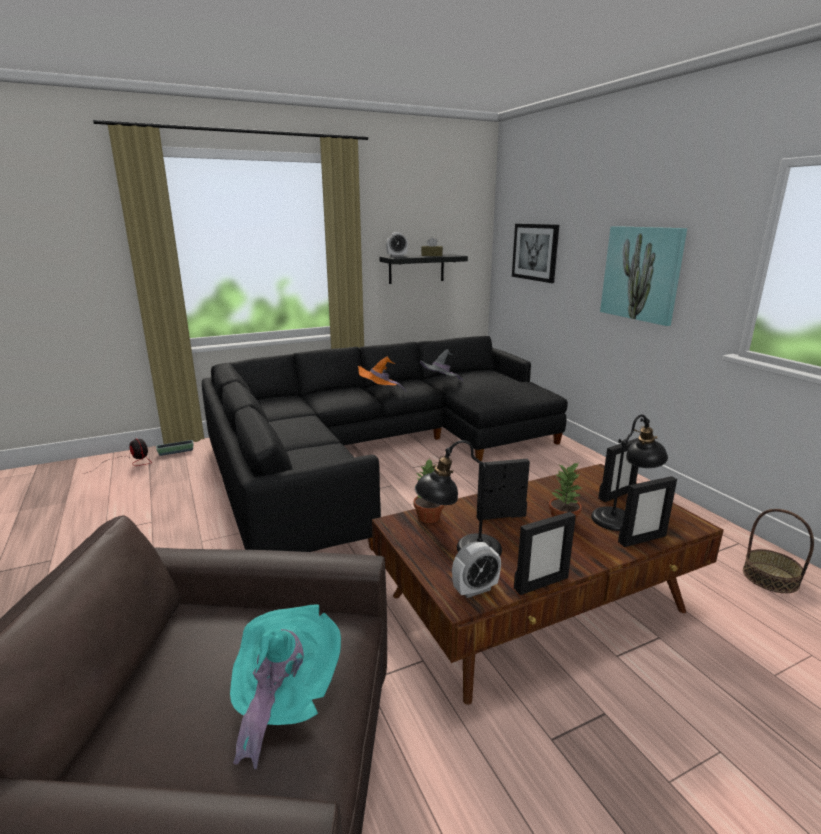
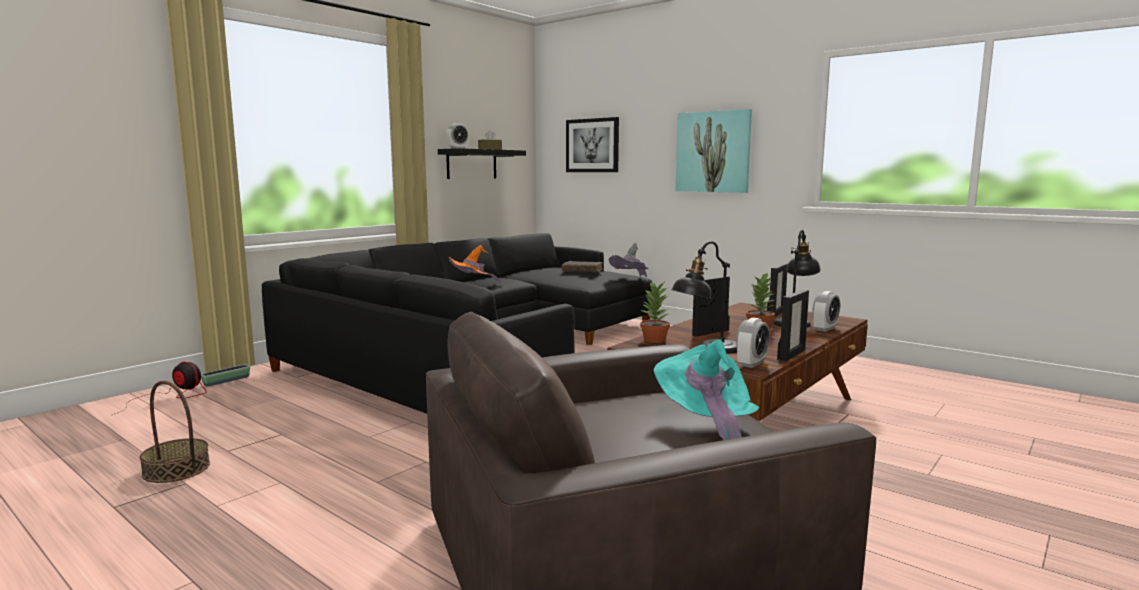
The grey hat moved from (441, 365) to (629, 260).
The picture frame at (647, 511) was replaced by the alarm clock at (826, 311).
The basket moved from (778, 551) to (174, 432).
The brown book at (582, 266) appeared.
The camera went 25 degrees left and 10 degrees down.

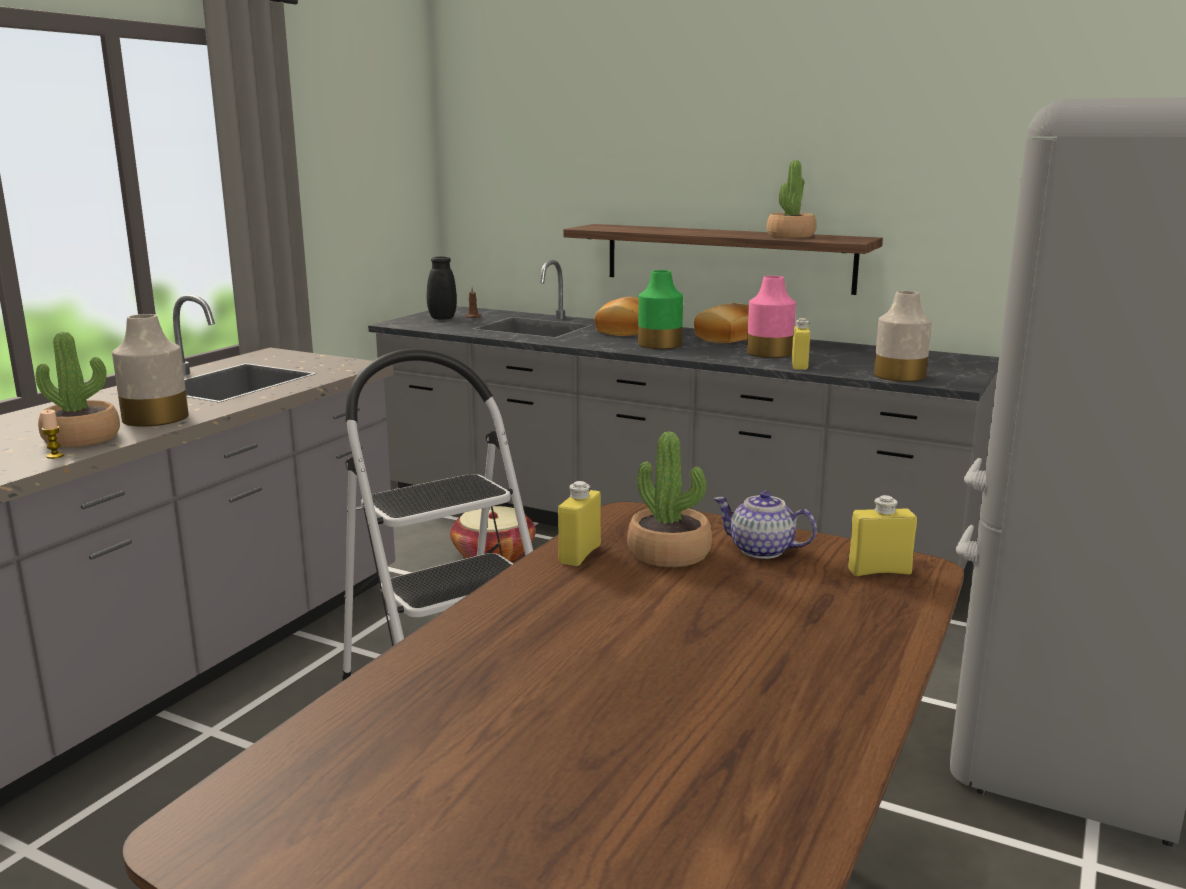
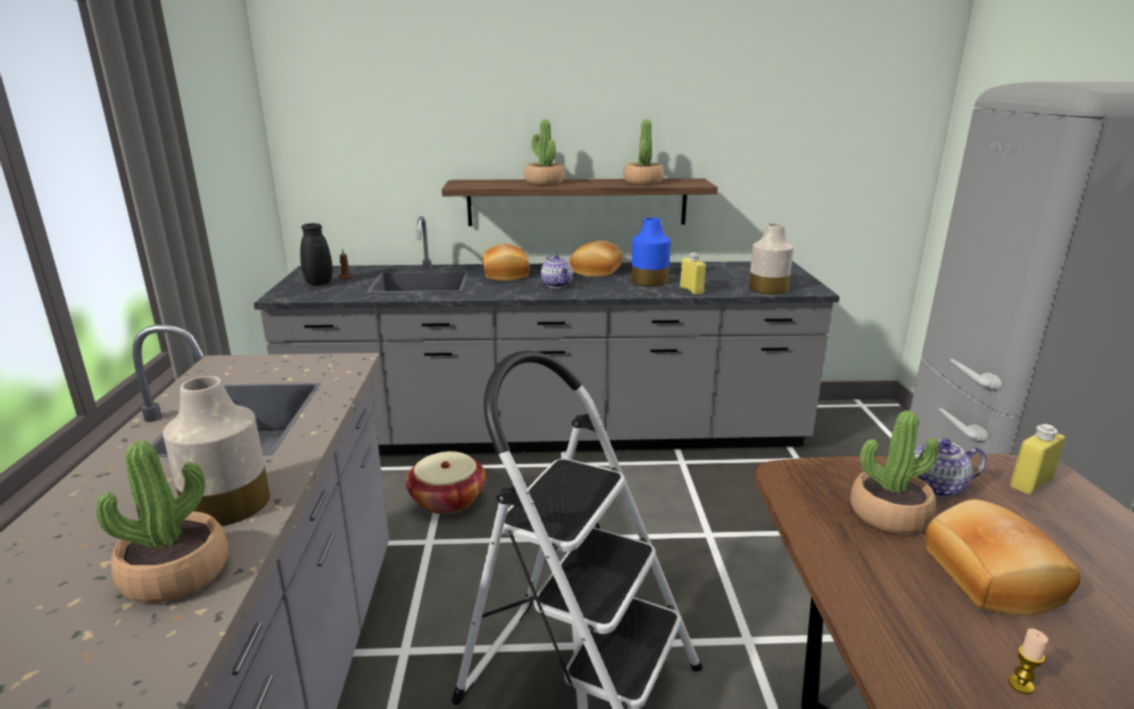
The candle moved from (52, 434) to (1028, 661).
The yellow bottle at (579, 523) disappeared.
The green vase at (660, 309) was replaced by the teapot at (557, 271).
The pink vase at (771, 317) became the blue vase at (651, 252).
The potted plant at (544, 152) appeared.
The bread at (1003, 557) appeared.
The camera went 30 degrees left and 5 degrees up.

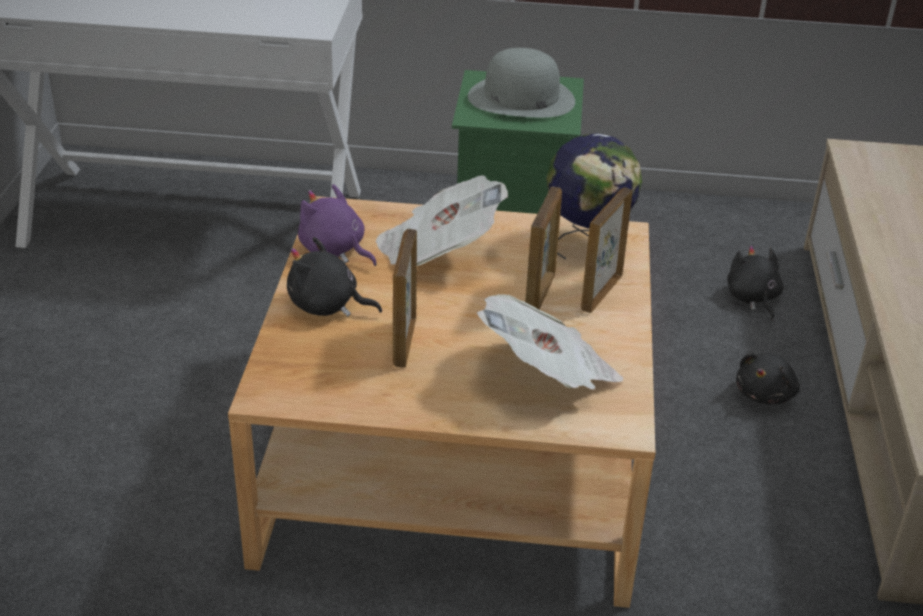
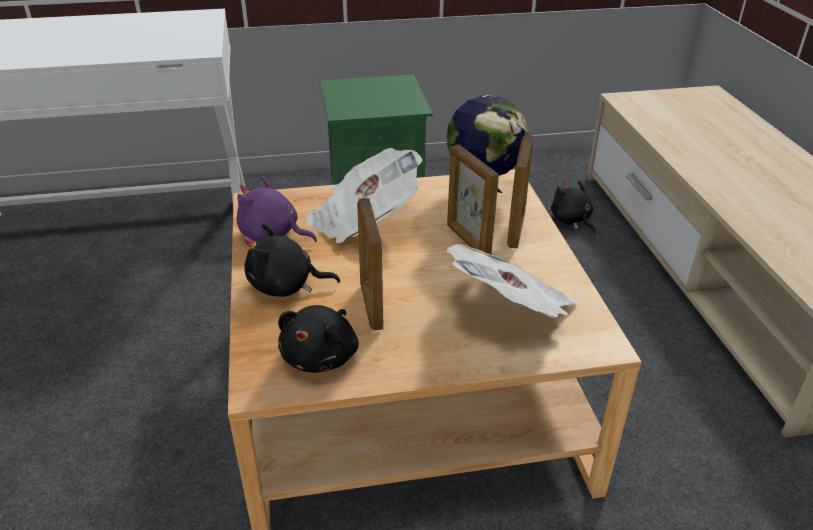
The grey hat at (521, 83) disappeared.
The picture frame at (543, 247) turned 150 degrees clockwise.
The black plush toy moved from (768, 378) to (318, 339).
The camera went 15 degrees left and 0 degrees up.

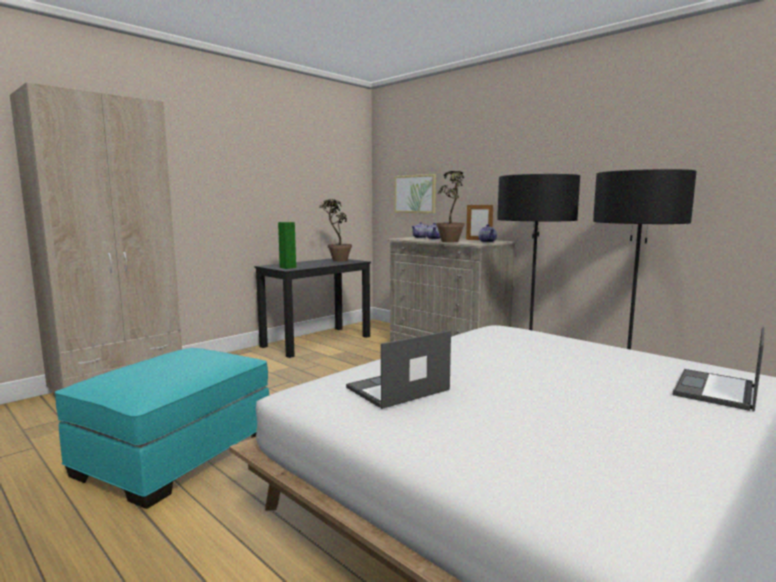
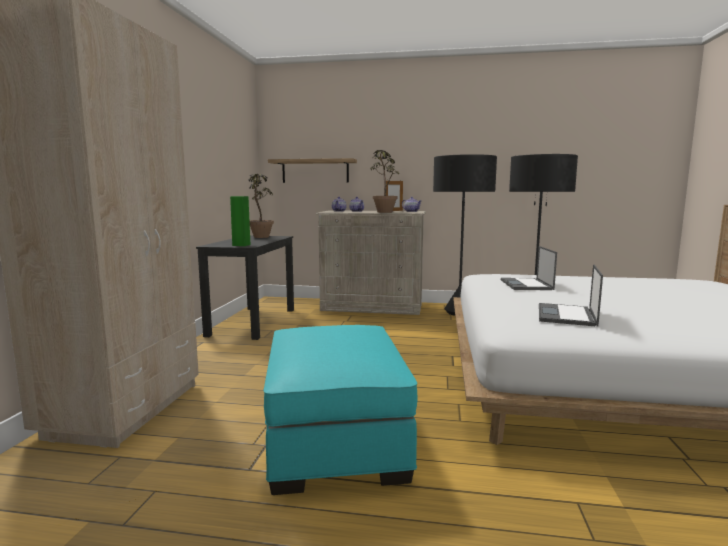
The picture at (415, 193) was replaced by the shelf at (312, 170).
The laptop moved from (718, 369) to (529, 268).
The camera went 35 degrees left and 0 degrees up.

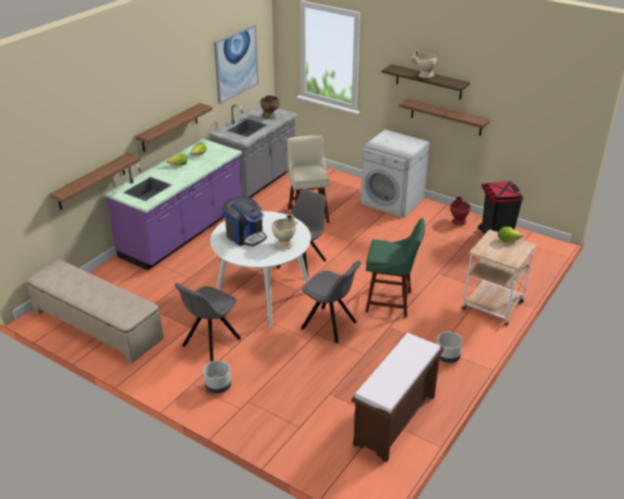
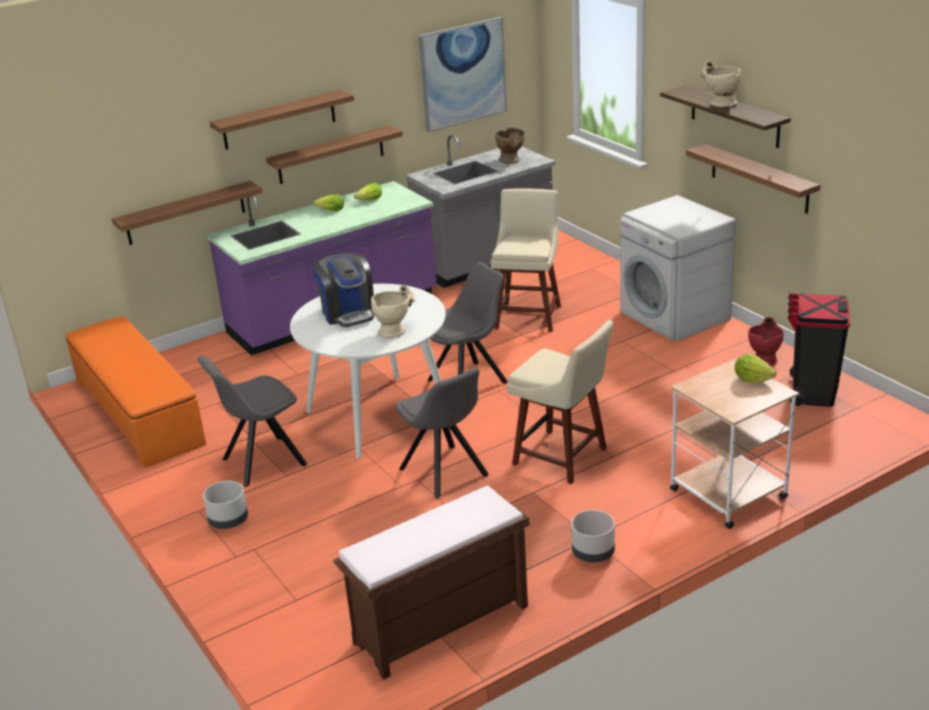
The beige bench at (95, 311) became the orange bench at (136, 392).
The green stool at (395, 268) became the beige stool at (560, 402).
The shelf at (282, 120) appeared.
The camera went 25 degrees right and 5 degrees down.

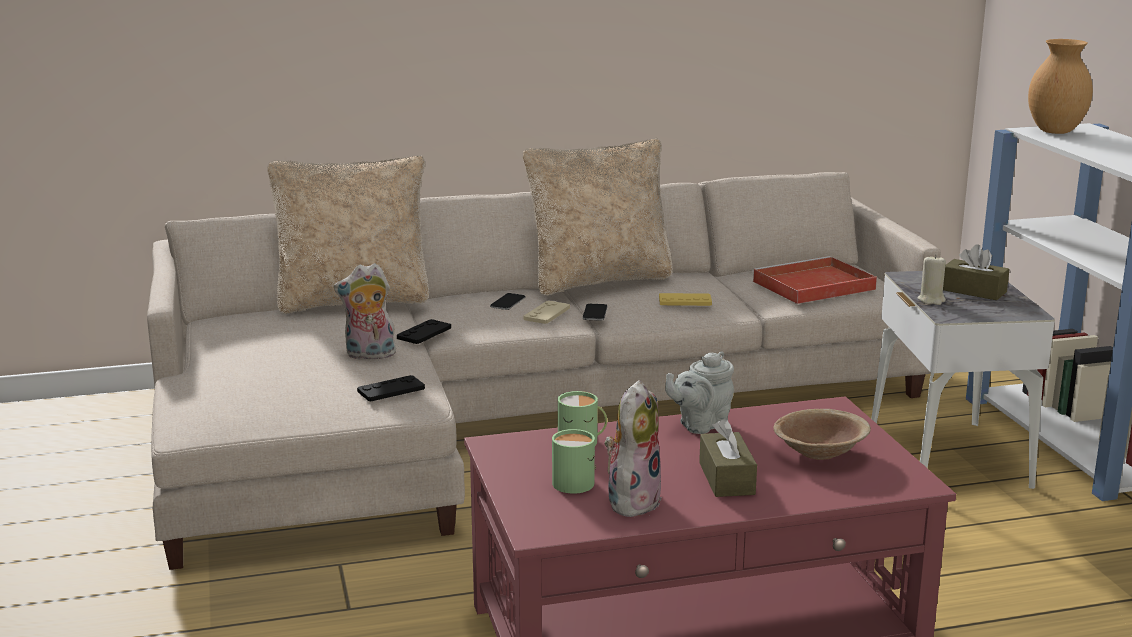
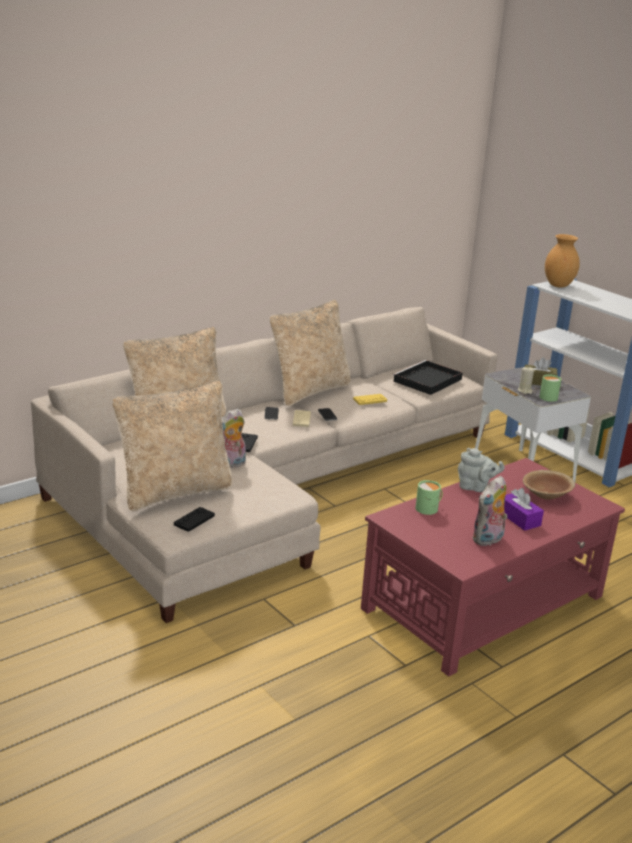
The black game controller moved from (391, 388) to (194, 519).
The green mug moved from (574, 461) to (550, 388).
The plush toy at (633, 448) turned 135 degrees counterclockwise.
The grey teapot at (699, 392) turned 105 degrees counterclockwise.
The brown tissue box at (728, 458) became the purple tissue box at (524, 509).
The red tray at (814, 280) became the black tray at (427, 377).
The beige pillow at (172, 446) appeared.
The camera went 25 degrees left and 5 degrees up.

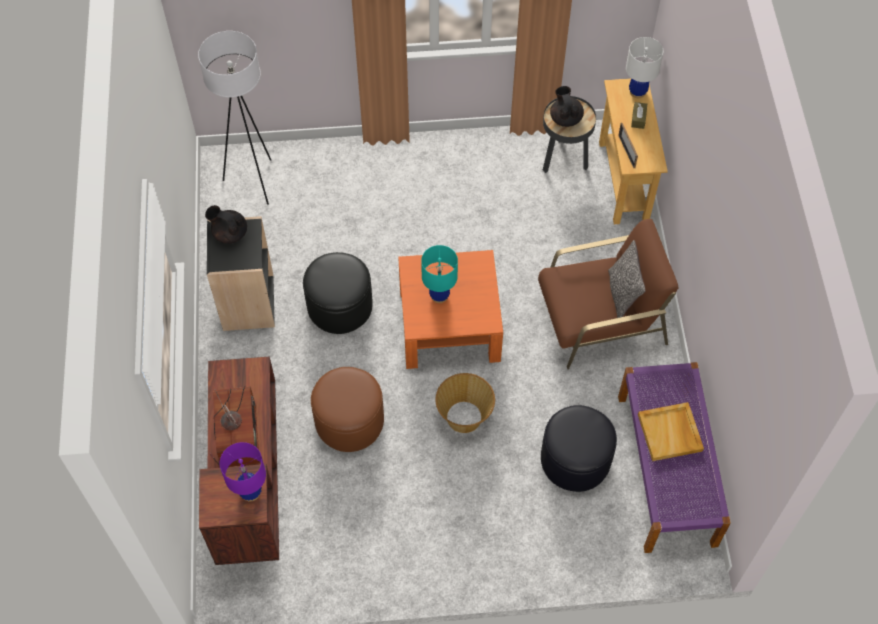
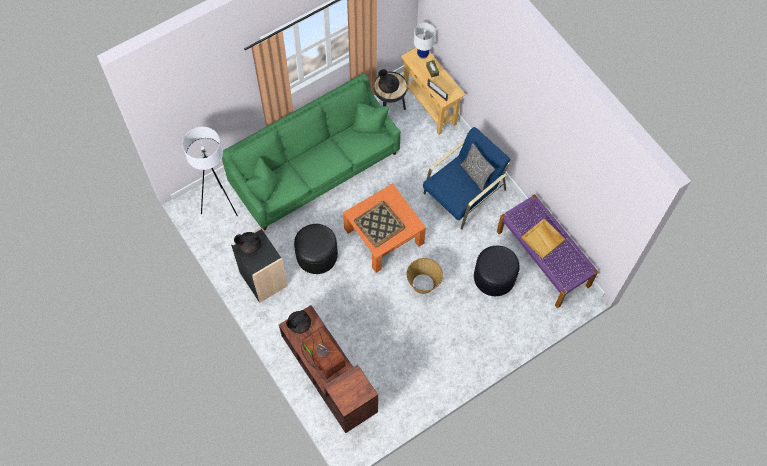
The purple table lamp at (243, 471) disappeared.
The brown ottoman at (347, 409) disappeared.
The turquoise table lamp at (439, 274) was replaced by the tray at (379, 224).
The brown armchair at (608, 294) became the blue armchair at (466, 178).
The green sofa at (311, 151) appeared.
The black teapot at (298, 322) appeared.
The camera went 30 degrees left and 5 degrees up.

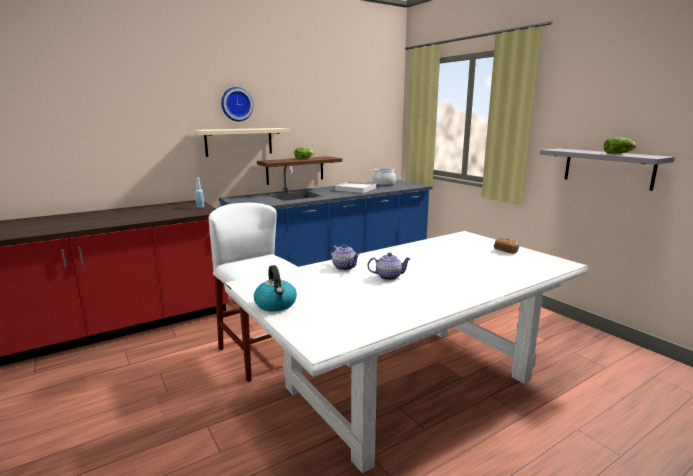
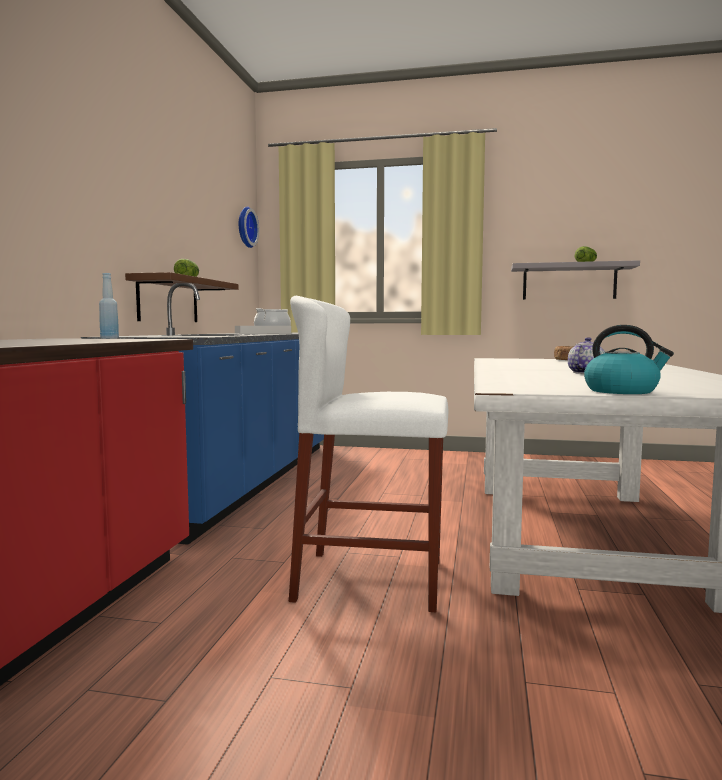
The beige shelf at (241, 142) disappeared.
The wall clock moved from (237, 104) to (249, 227).
The teapot at (344, 257) disappeared.
The camera went 45 degrees left and 10 degrees down.

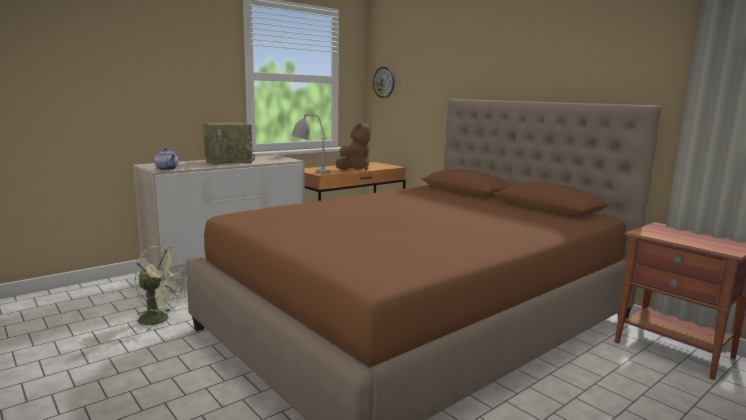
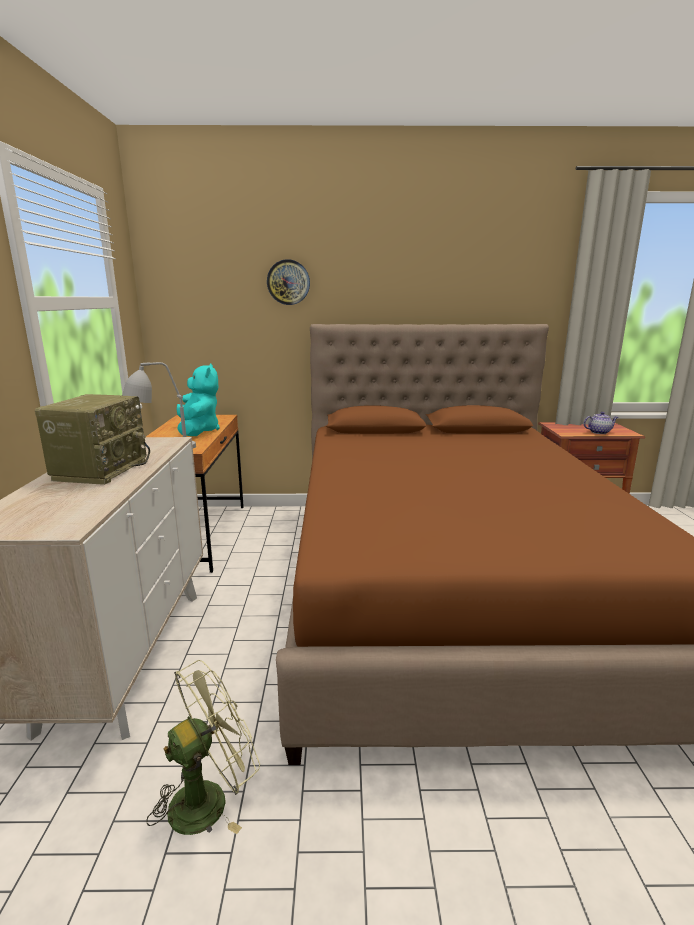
The teapot moved from (166, 159) to (600, 423).
The brown plush toy at (354, 146) became the turquoise plush toy at (198, 399).
The wall clock moved from (384, 82) to (288, 282).
The camera went 50 degrees left and 5 degrees up.

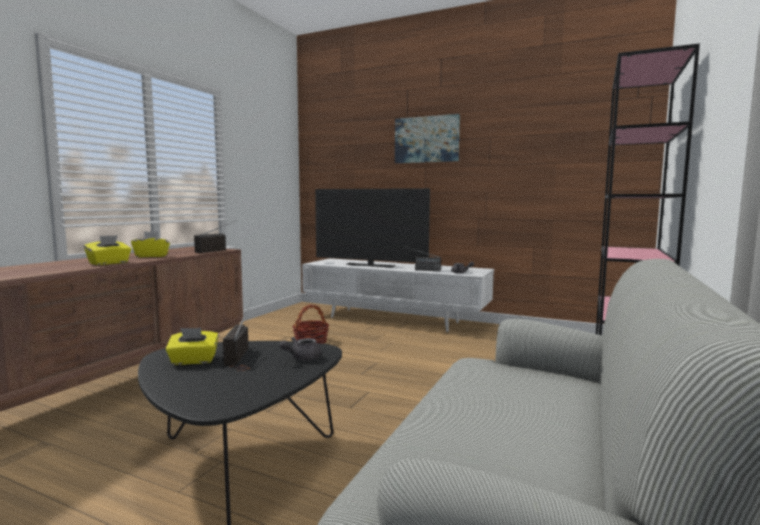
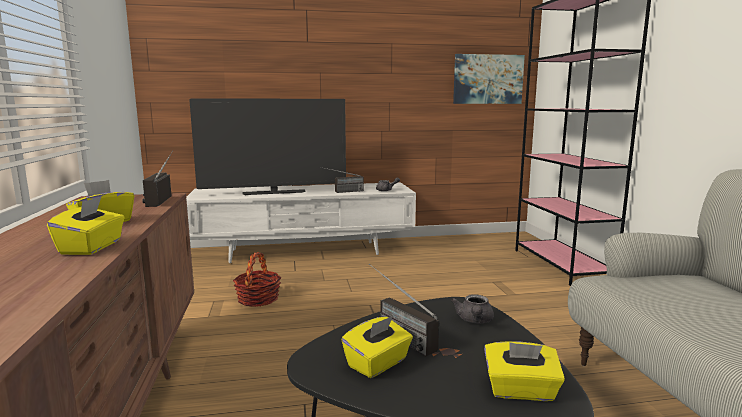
The picture moved from (427, 138) to (489, 79).
The yellow tissue box at (524, 371) appeared.
The camera went 35 degrees left and 5 degrees up.

